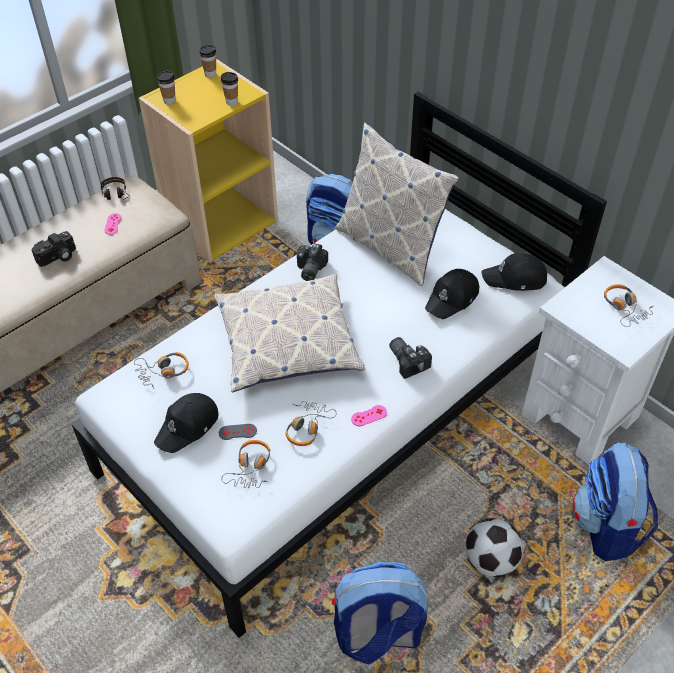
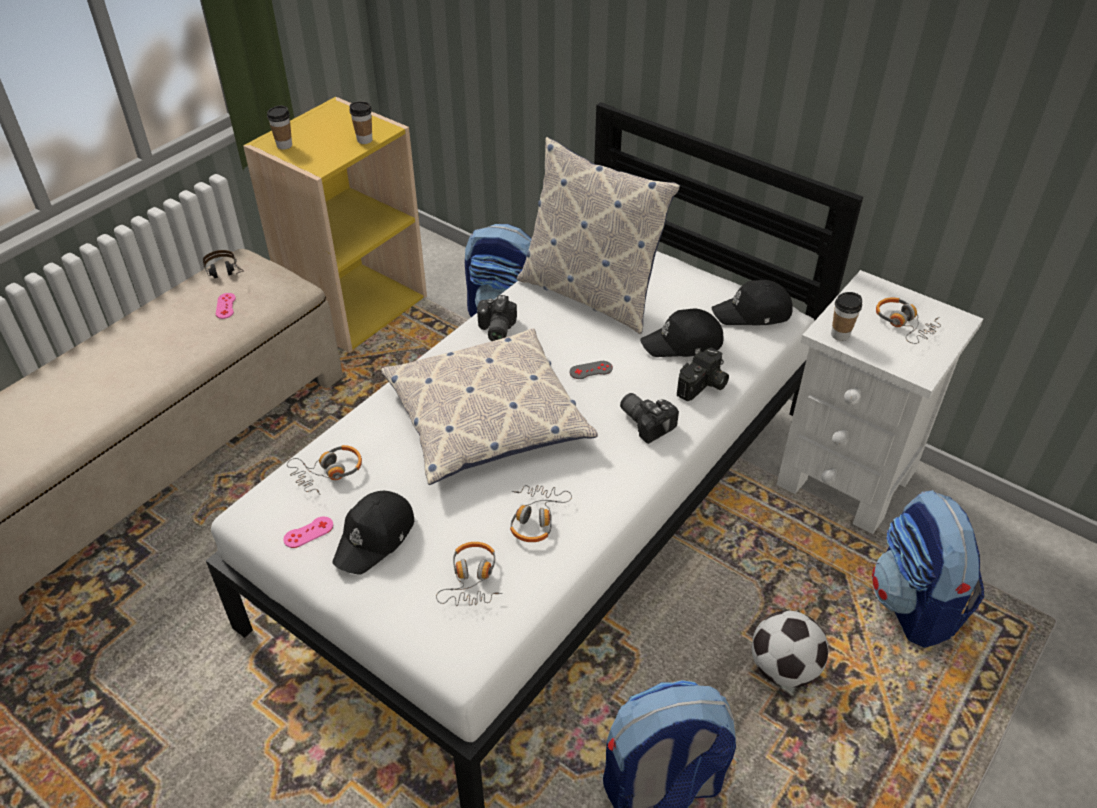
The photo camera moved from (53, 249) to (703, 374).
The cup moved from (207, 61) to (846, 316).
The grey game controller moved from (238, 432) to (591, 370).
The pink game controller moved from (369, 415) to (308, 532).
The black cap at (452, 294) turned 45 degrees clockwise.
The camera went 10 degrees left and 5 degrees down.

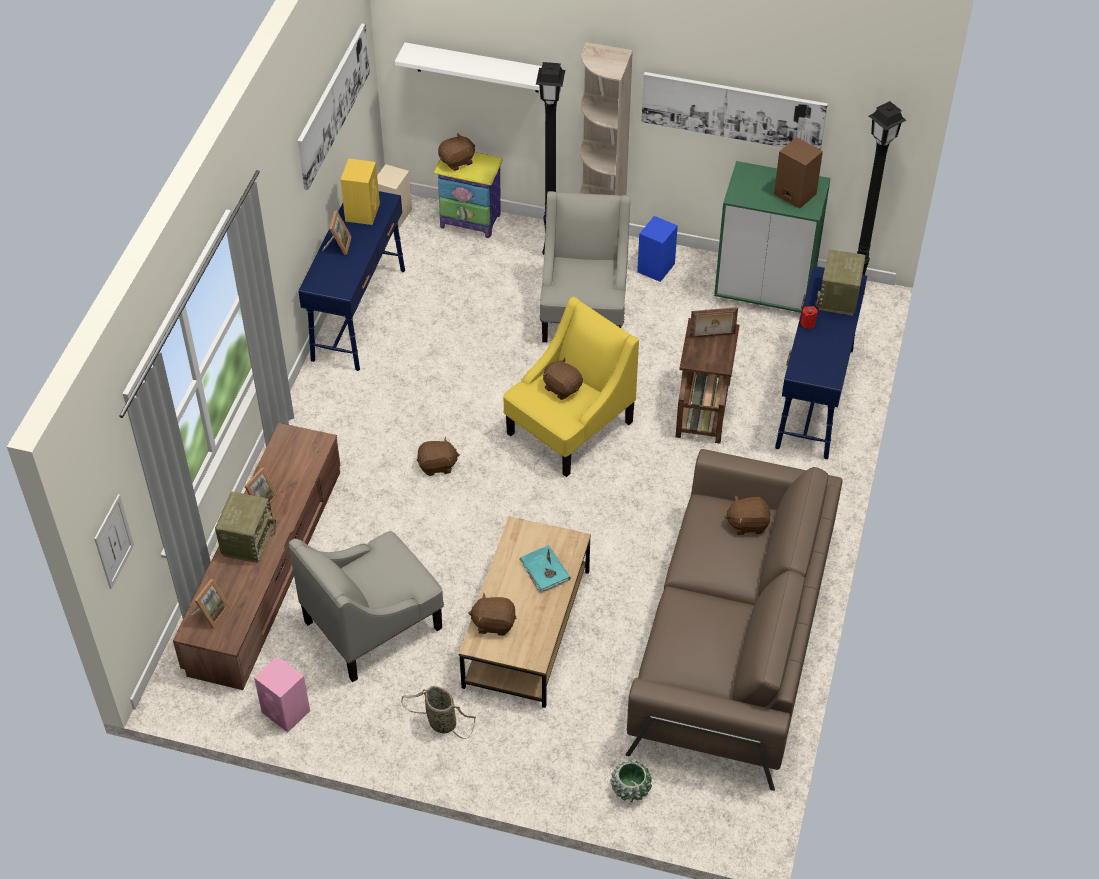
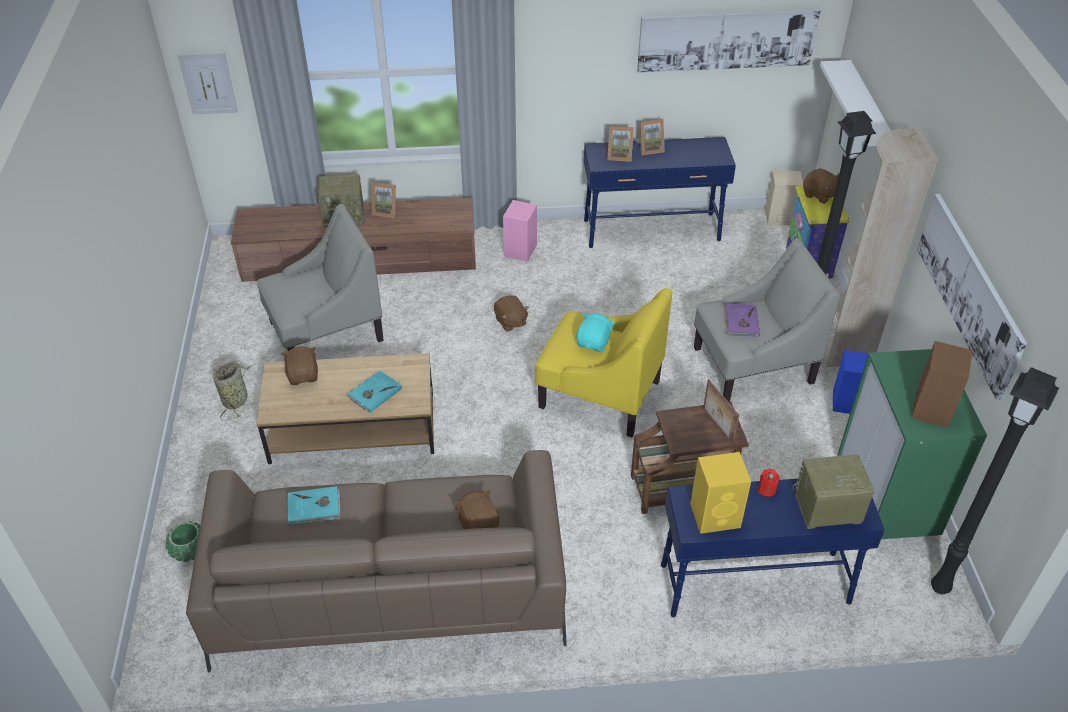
The picture frame moved from (210, 604) to (620, 144).
The pink speaker moved from (282, 694) to (520, 231).
The grey armchair at (366, 606) turned 120 degrees clockwise.
The yellow speaker moved from (360, 192) to (720, 493).
The brown plush toy at (563, 379) became the turquoise plush toy at (595, 332).
The turquoise book at (314, 505) appeared.
The purple book at (743, 320) appeared.
The camera went 70 degrees right and 5 degrees down.

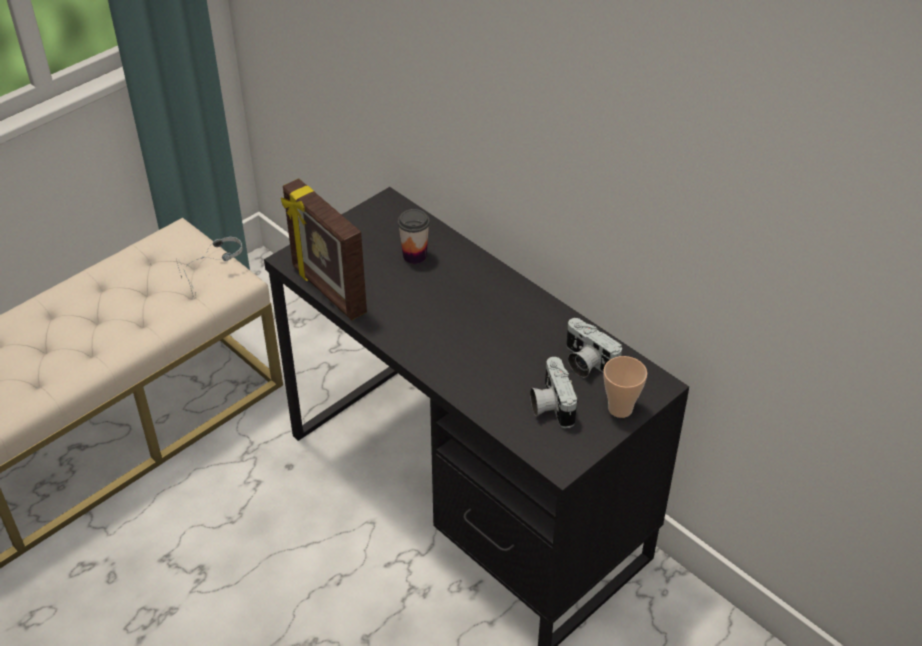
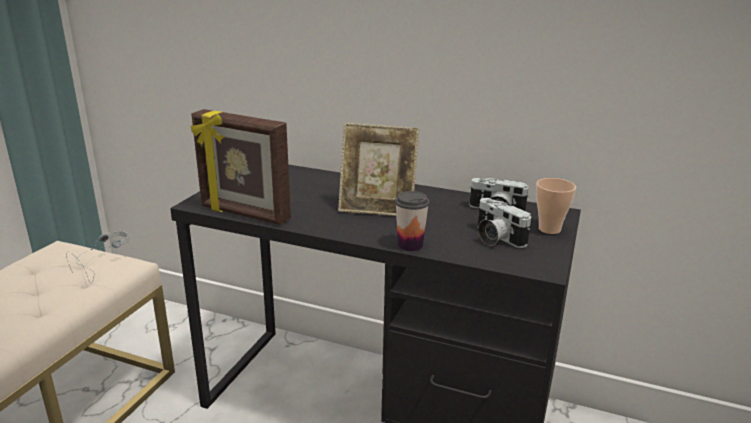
The cup moved from (414, 236) to (412, 221).
The picture frame at (379, 169) appeared.
The camera went 25 degrees left and 20 degrees down.

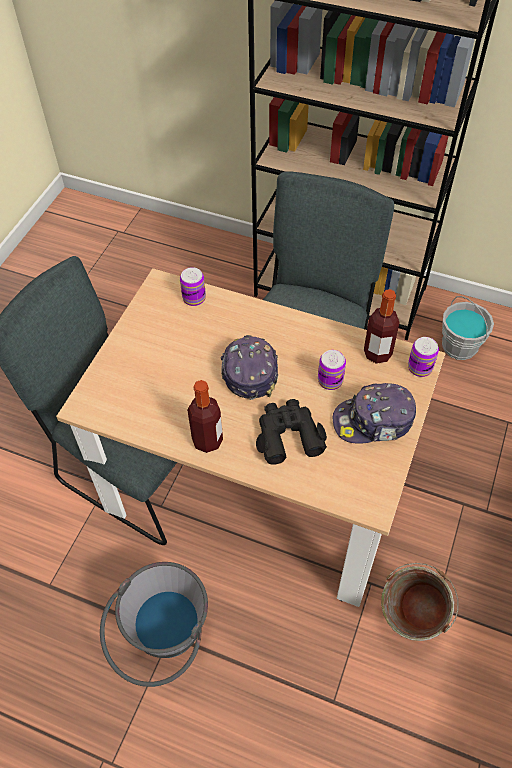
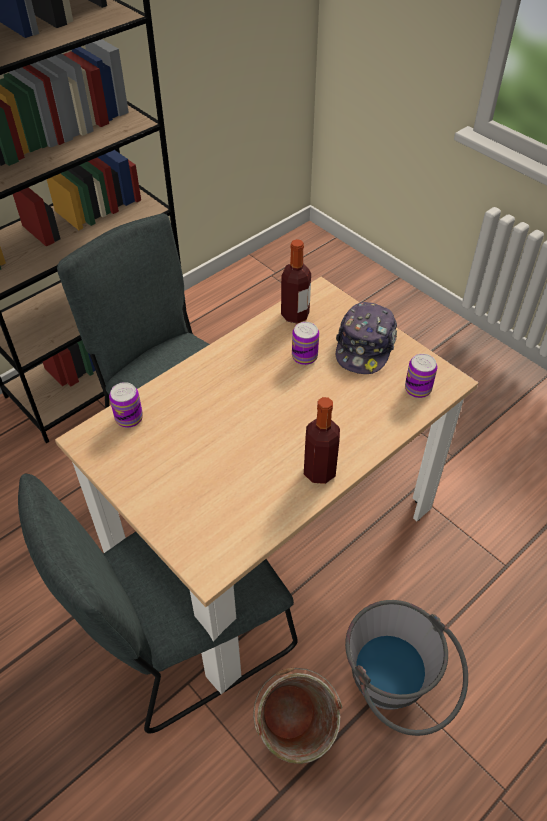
The cap at (249, 367) disappeared.
The black binoculars at (291, 432) disappeared.
The green bucket moved from (420, 602) to (297, 716).
The can moved from (423, 357) to (421, 376).
The grey bucket at (468, 328) disappeared.
The camera went 65 degrees left and 5 degrees down.

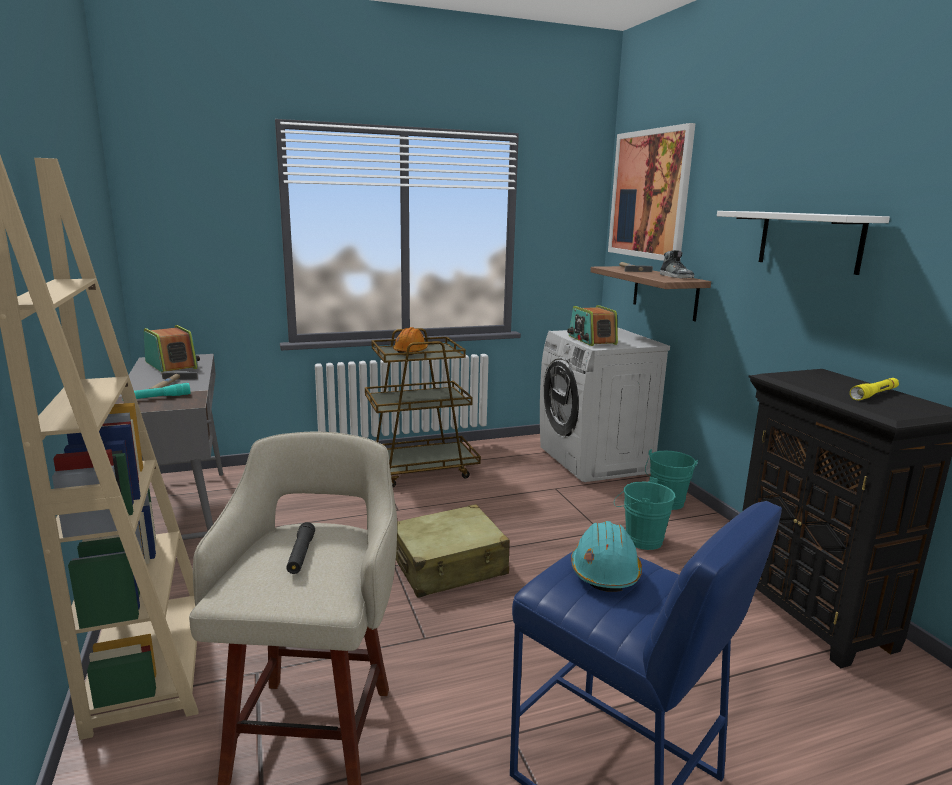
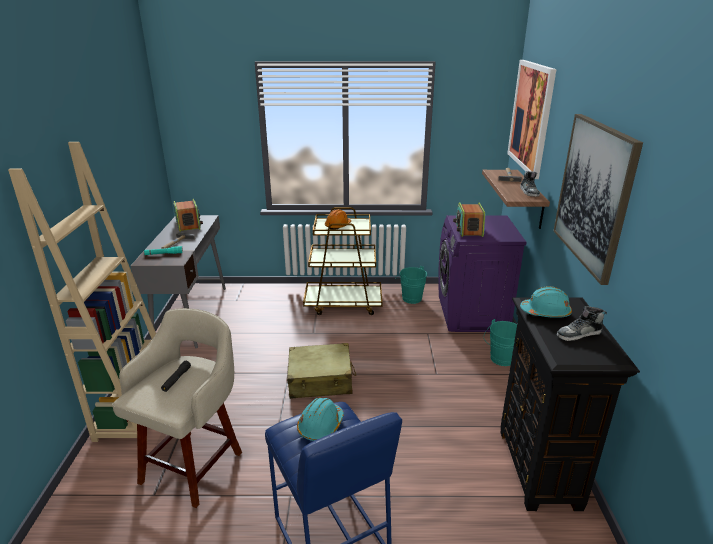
The white washing machine at (605, 405) became the purple washing machine at (482, 273).
The turquoise bucket moved from (644, 513) to (411, 285).
The white shelf at (803, 243) was replaced by the picture at (598, 199).
The yellow flashlight at (874, 389) was replaced by the shoe at (582, 323).
The turquoise hard hat at (546, 302) appeared.
The camera went 20 degrees right and 10 degrees up.

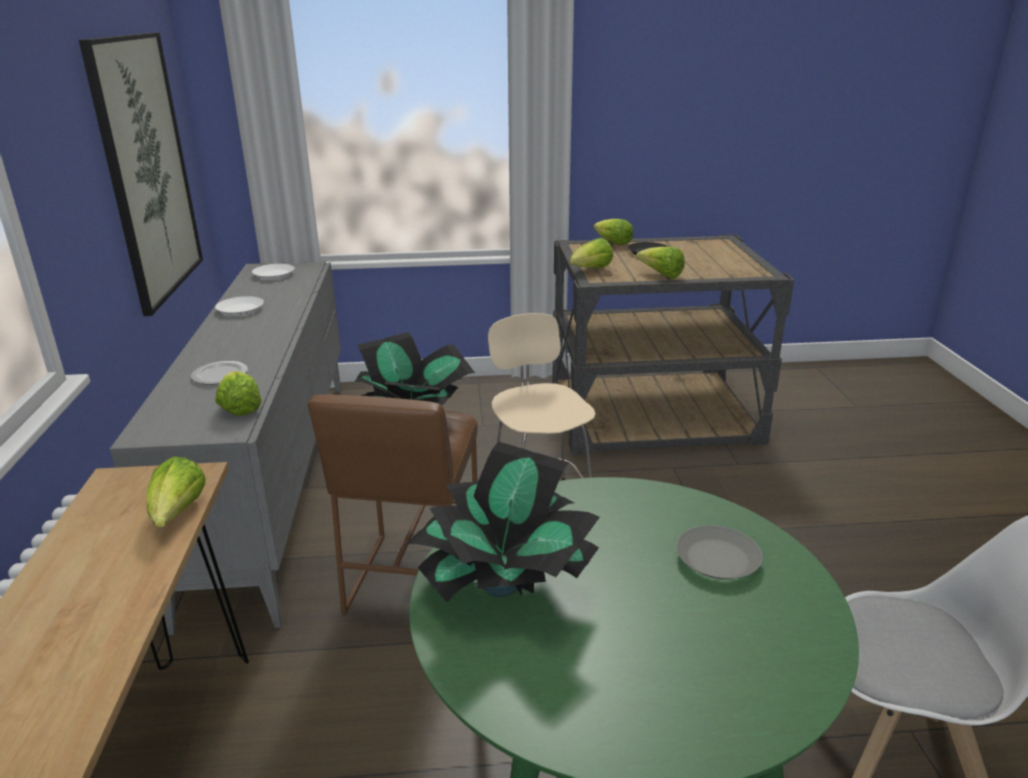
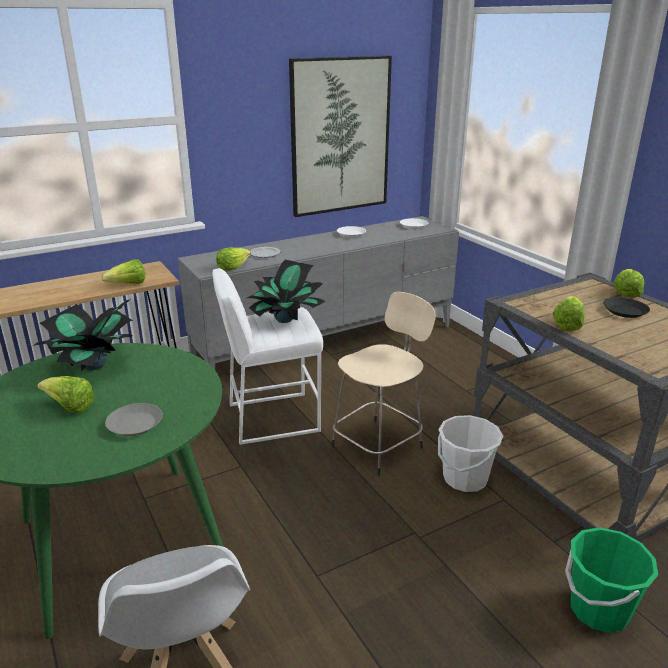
The brown stool at (393, 504) became the white stool at (268, 356).
The lettuce moved from (591, 253) to (65, 395).
The white bucket at (470, 453) appeared.
The green bucket at (611, 580) appeared.
The camera went 65 degrees right and 0 degrees up.

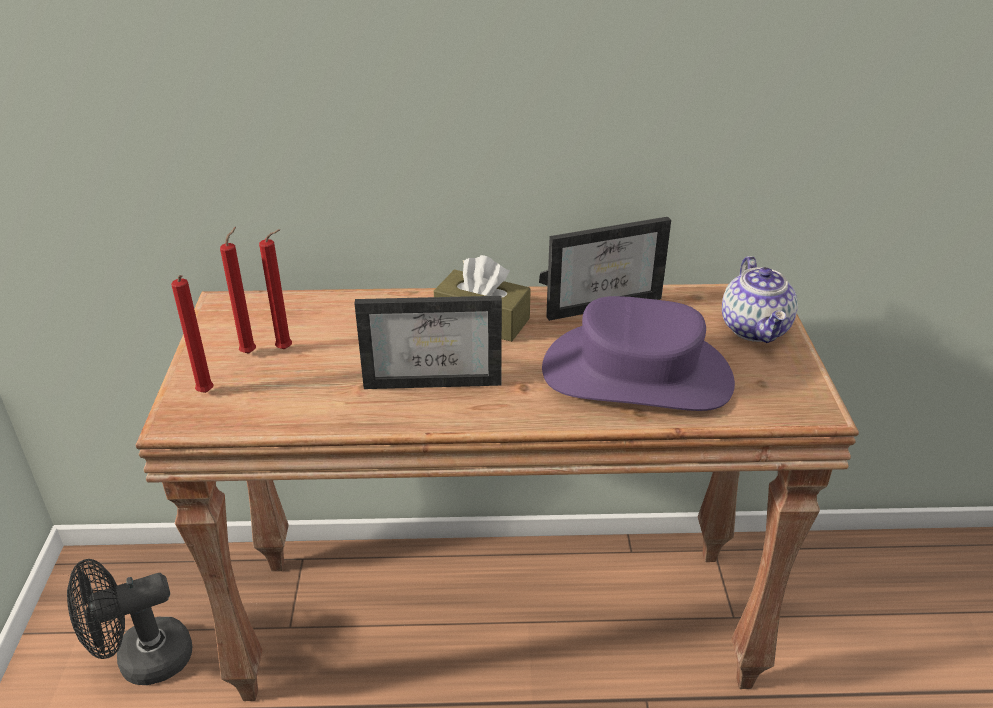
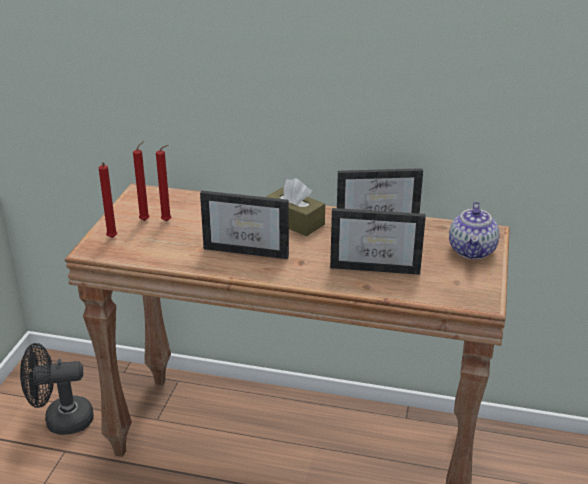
The purple hat at (638, 353) was replaced by the picture frame at (378, 241).
The camera went 15 degrees right and 5 degrees down.

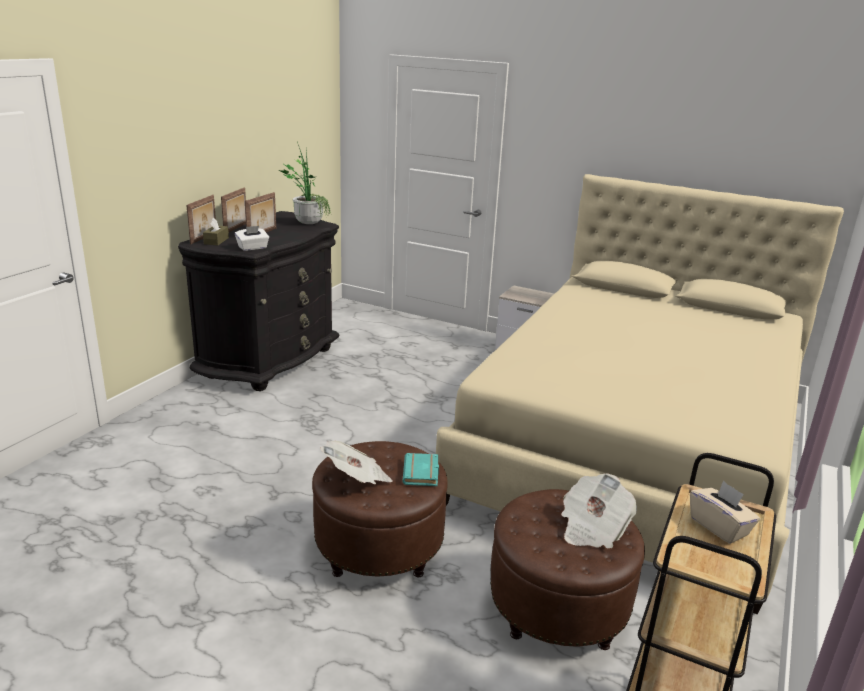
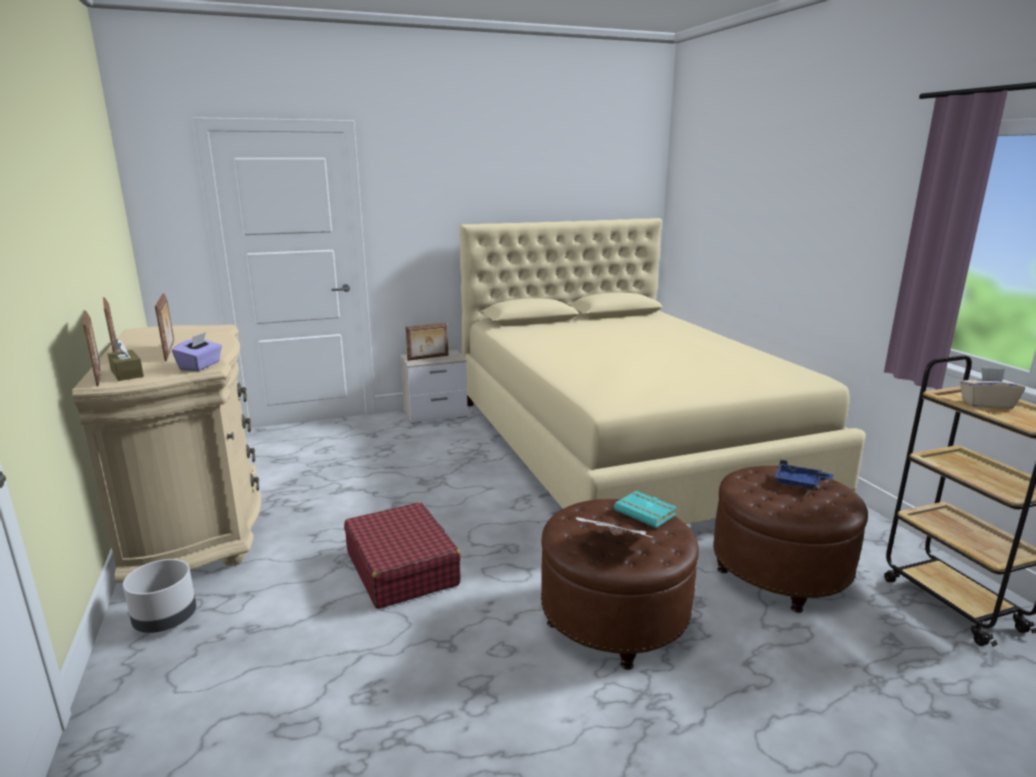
The black dresser at (259, 301) became the beige dresser at (166, 454).
The white tissue box at (252, 238) became the purple tissue box at (197, 351).
The potted plant at (305, 183) disappeared.
The newspaper at (599, 511) was replaced by the blue tray at (804, 475).
The grey planter at (159, 596) appeared.
The red suitcase at (402, 555) appeared.
The picture frame at (427, 341) appeared.
The camera went 45 degrees left and 5 degrees down.

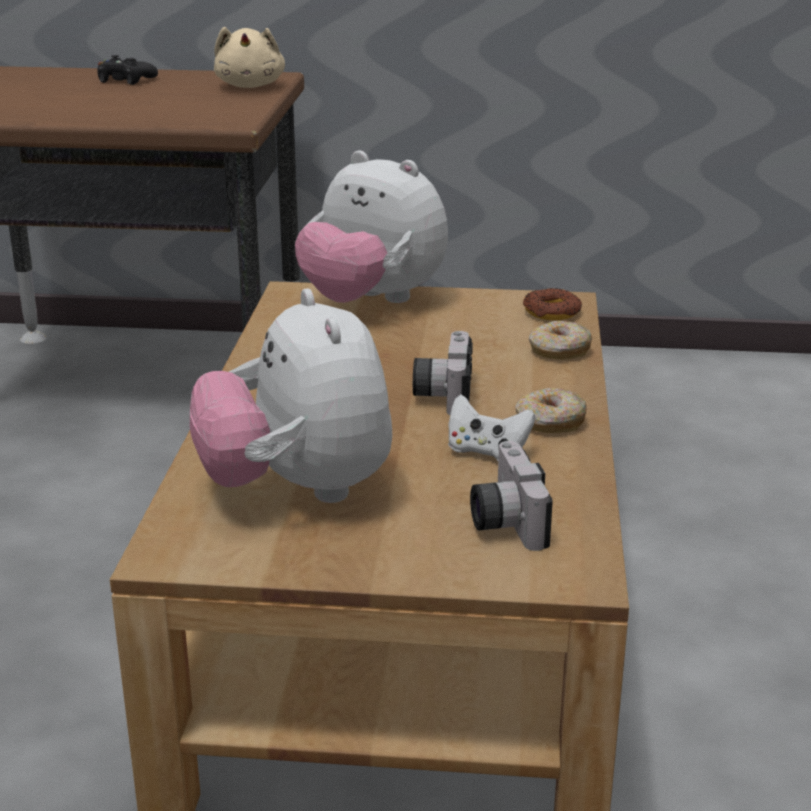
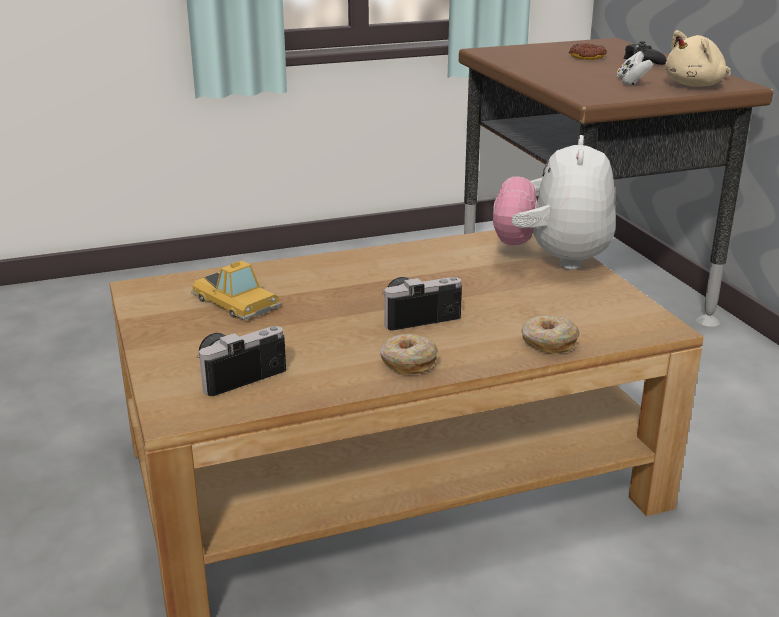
The plush toy at (291, 395) was replaced by the toy car at (236, 290).
The white game controller moved from (491, 427) to (635, 68).
The donut moved from (552, 304) to (588, 51).
The camera went 65 degrees right and 0 degrees up.

